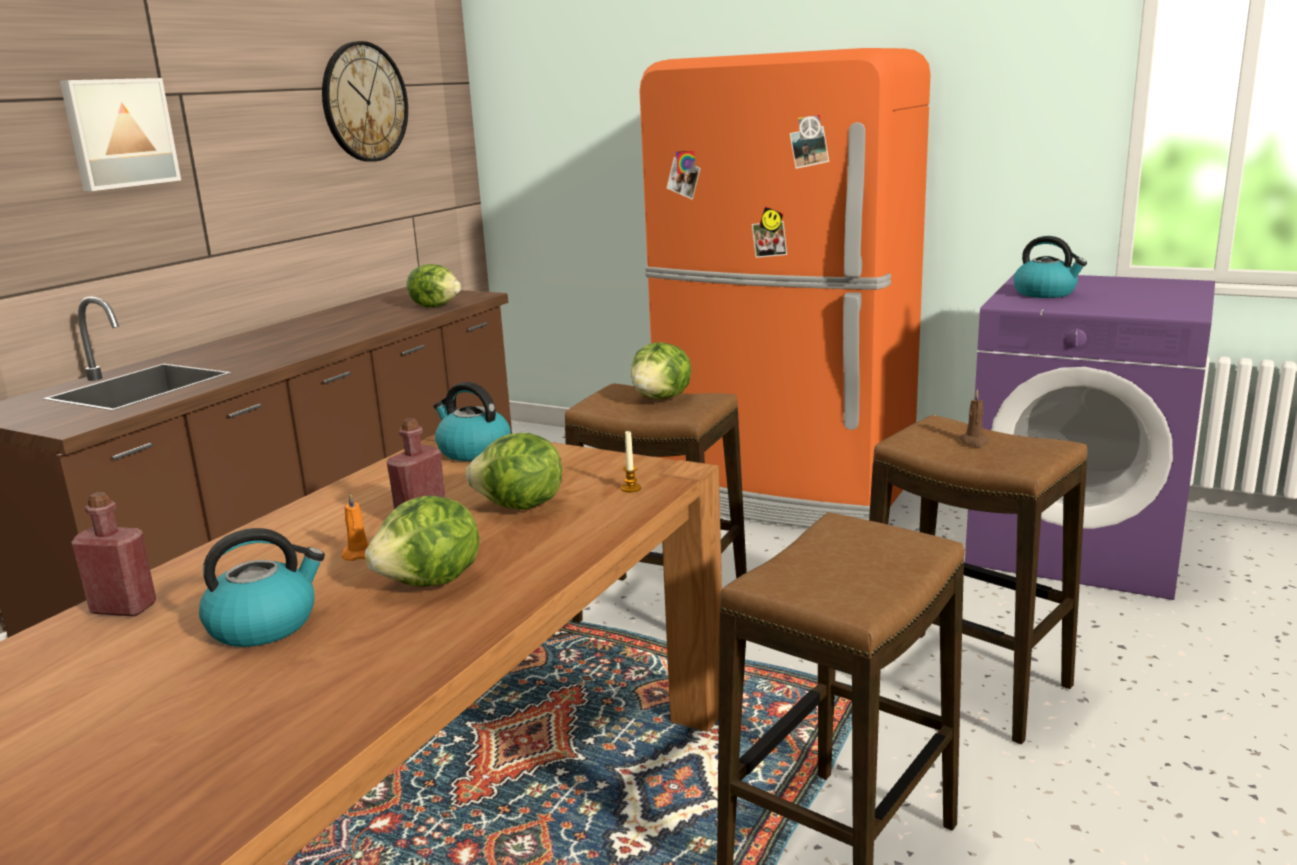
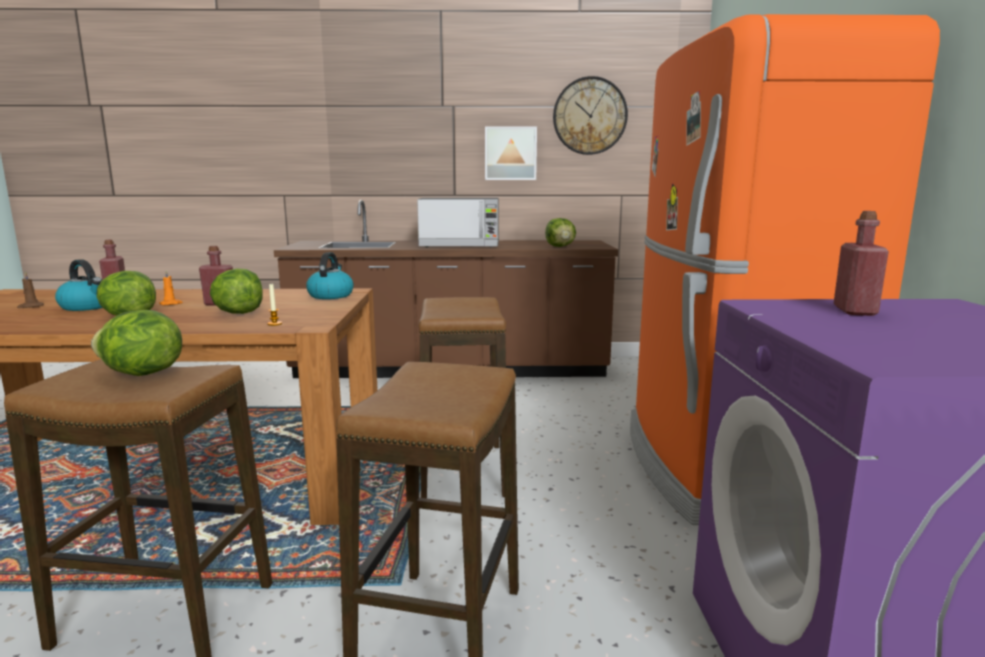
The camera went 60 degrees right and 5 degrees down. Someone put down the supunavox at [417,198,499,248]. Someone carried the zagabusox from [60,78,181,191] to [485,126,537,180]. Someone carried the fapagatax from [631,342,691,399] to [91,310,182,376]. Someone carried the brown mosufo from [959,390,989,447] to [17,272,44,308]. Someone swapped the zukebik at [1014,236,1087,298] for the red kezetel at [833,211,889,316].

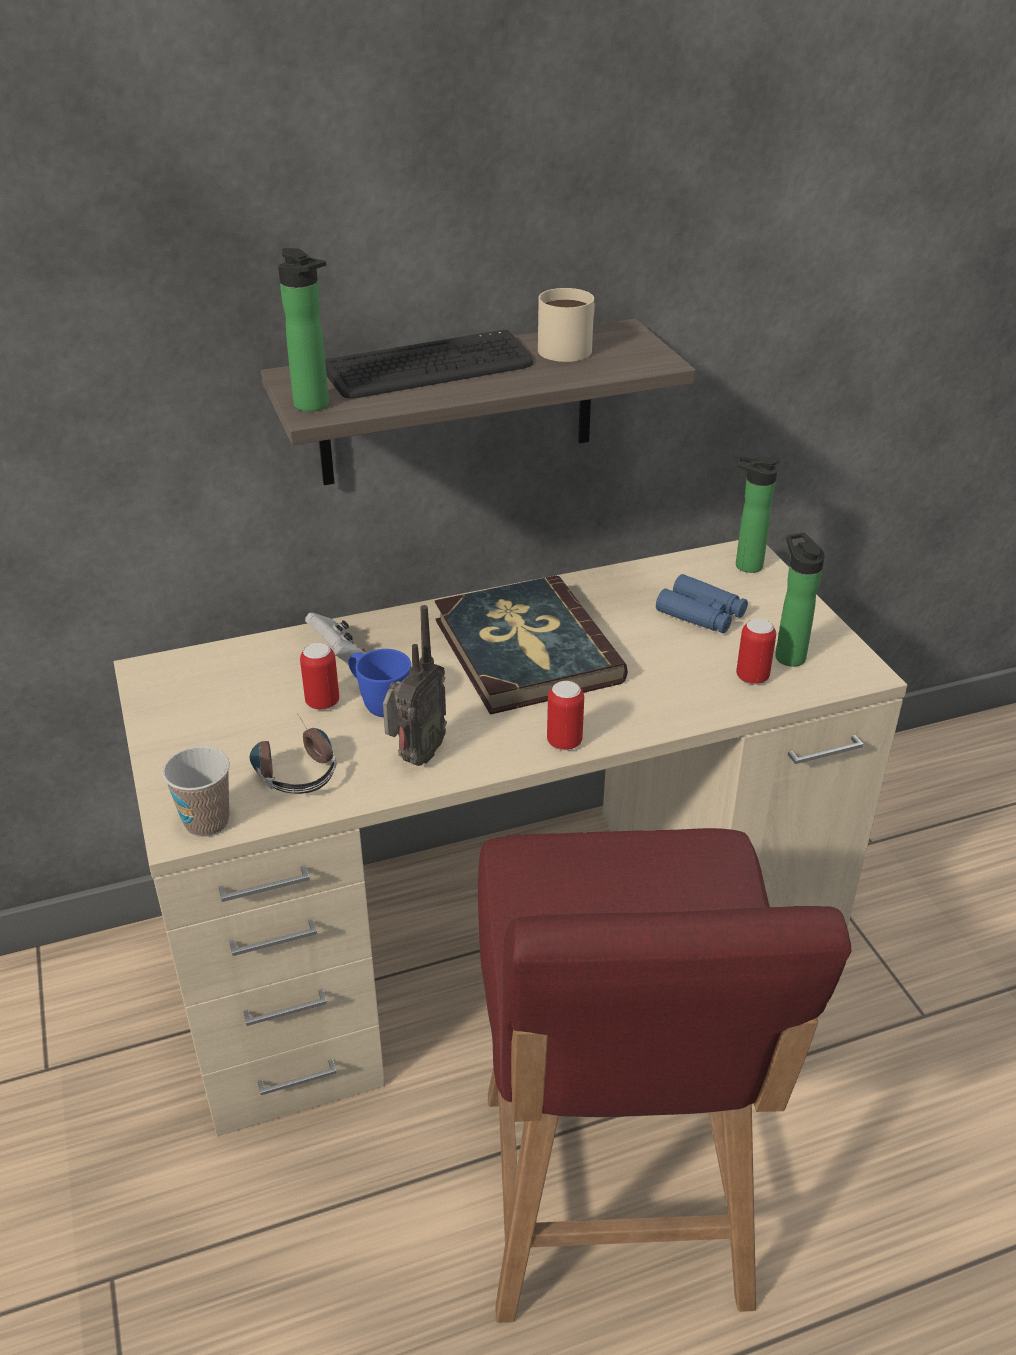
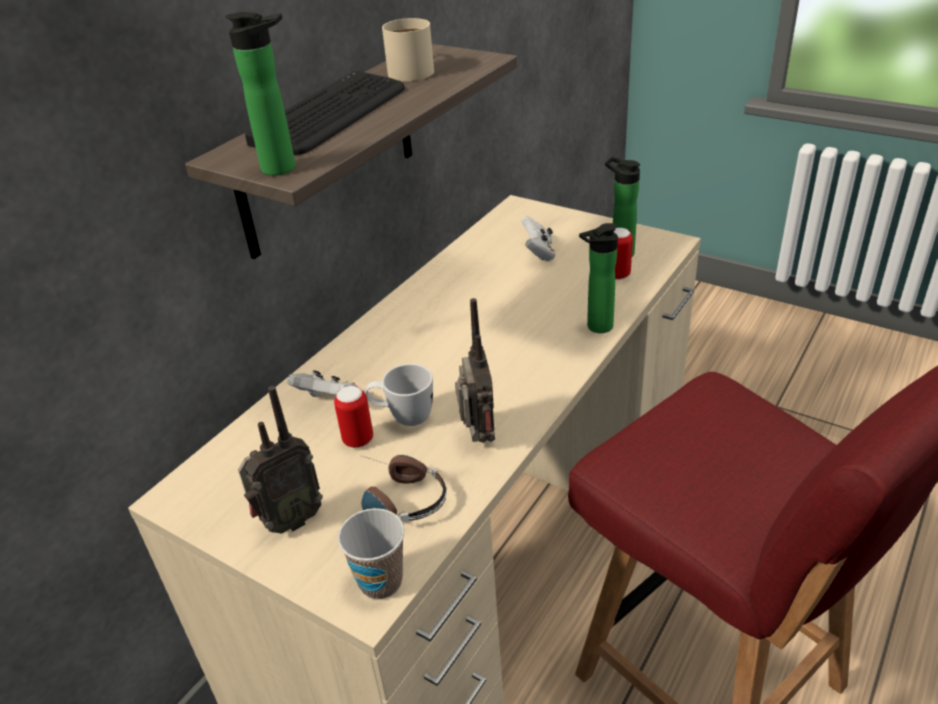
The camera went 35 degrees left and 0 degrees up. Someone took away the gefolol at [435,576,628,715]. Someone took away the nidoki at [547,681,584,751]. Someone put down the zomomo at [238,386,323,534]. Someone carried the kezetel from [736,456,780,573] to [579,223,618,333]. Someone swapped the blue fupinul at [656,574,748,633] for the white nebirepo at [521,216,555,261]. Someone repainted the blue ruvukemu at [348,649,411,717], which became the white ruvukemu at [365,364,433,426].

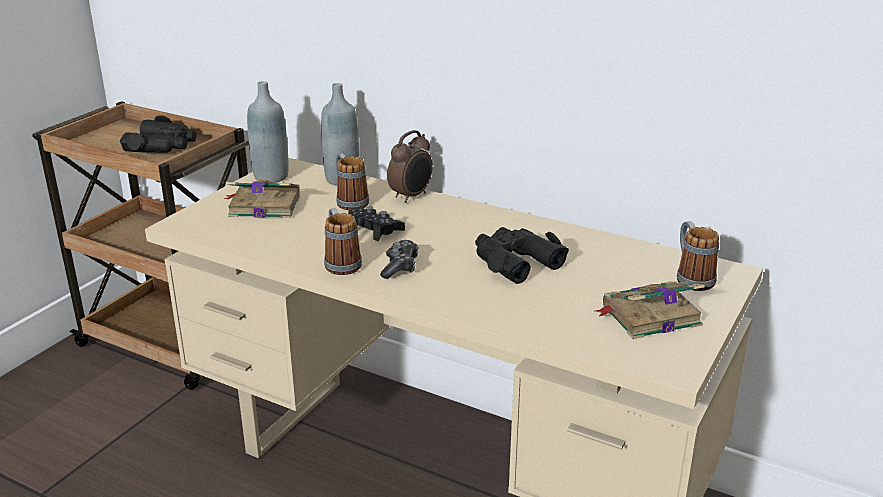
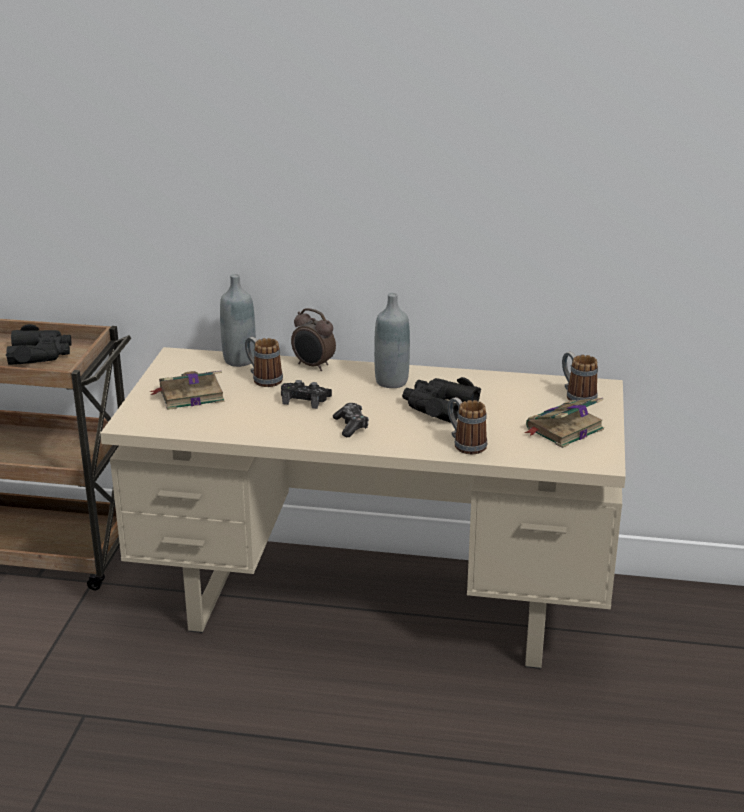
The camera went 20 degrees left and 0 degrees up. Someone carried the grey kezetel from [247,81,289,183] to [374,293,410,388]. Someone carried the ruvukemu from [324,208,362,275] to [447,397,487,454]. Someone rotated the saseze at [387,130,433,203] by 105 degrees clockwise.

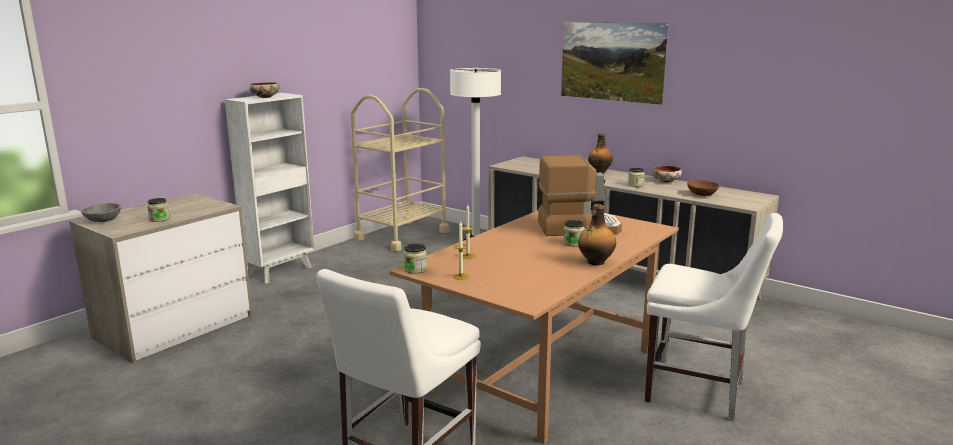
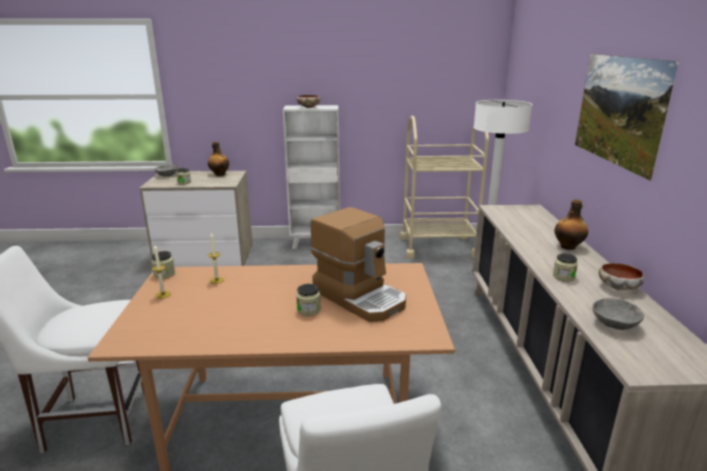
The camera went 50 degrees right and 5 degrees up. Someone carried the kezetel from [578,204,616,265] to [208,142,229,176]. Someone repainted the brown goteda at [687,180,719,196], which became the grey goteda at [592,298,644,330].

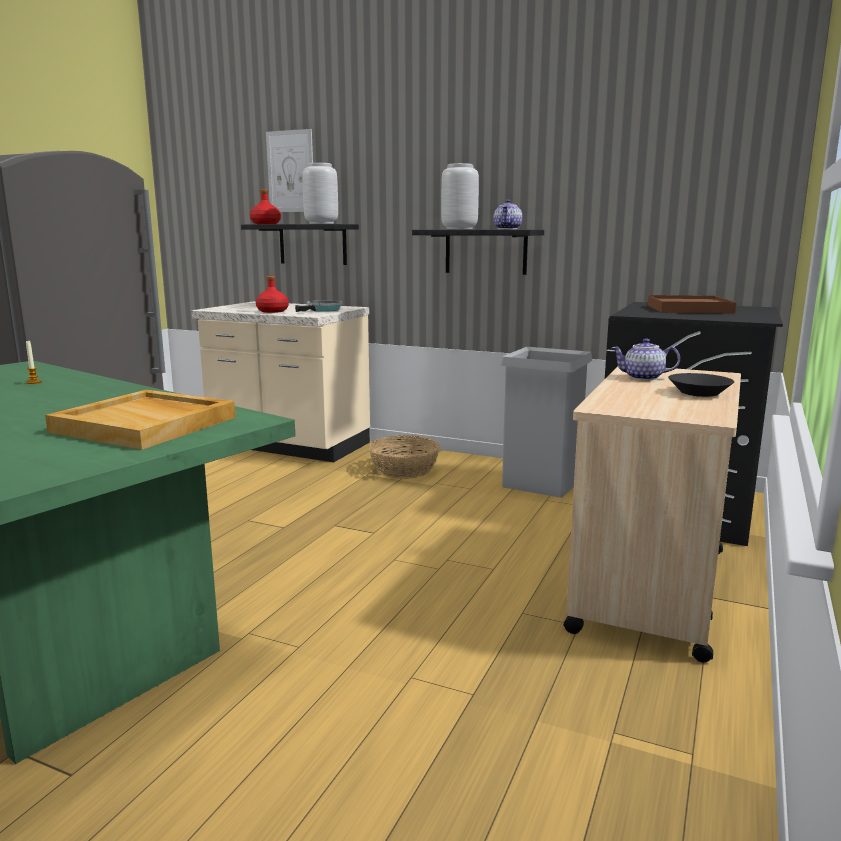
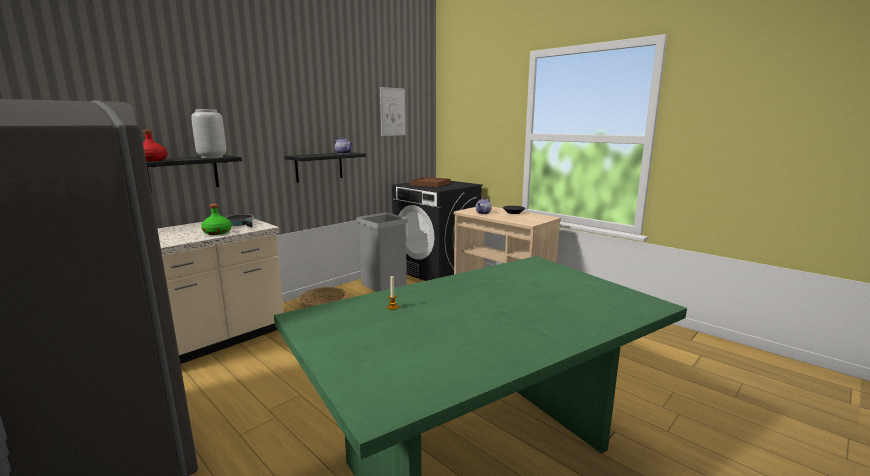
The camera went 70 degrees left and 0 degrees up. Someone took away the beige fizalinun at [45,390,236,450]. Someone took away the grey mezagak at [441,163,479,229]. Someone carried the zagabusox from [266,129,313,212] to [380,87,406,136]. Someone repainted the red kezetel at [256,276,289,313], which became the green kezetel at [201,204,232,235].

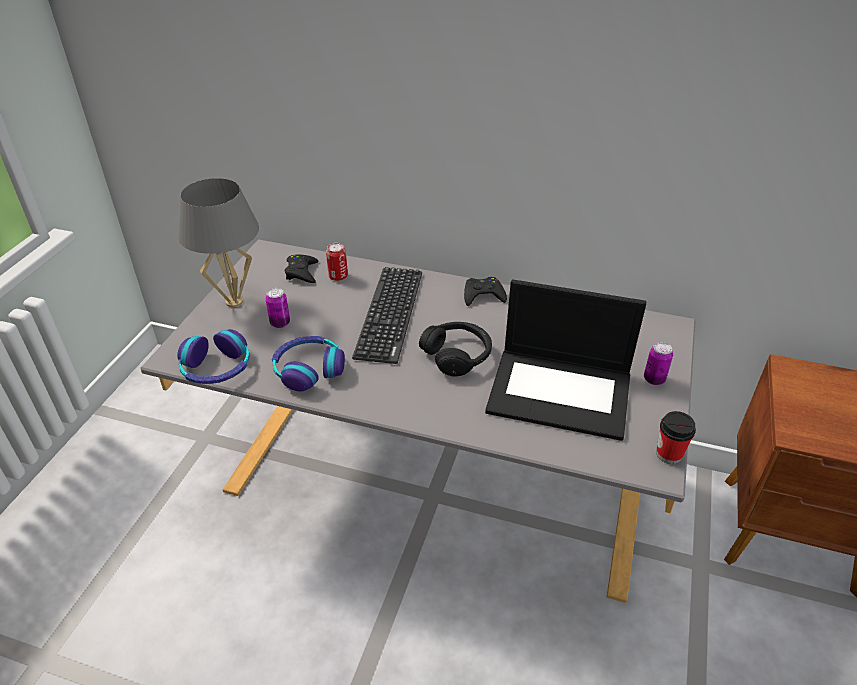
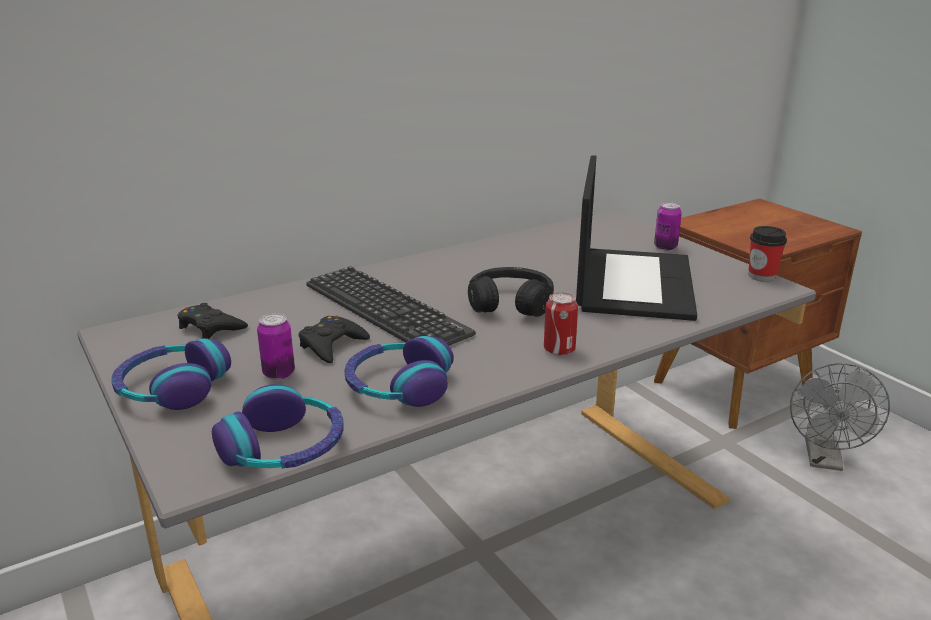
The camera went 50 degrees left and 15 degrees down. Someone put down the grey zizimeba at [790,363,890,471]. Someone carried the nidoki from [326,243,348,281] to [544,292,578,356]. Someone carried the black nebirepo from [464,277,507,306] to [298,316,370,363]. Someone swapped the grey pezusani at [178,178,259,307] for the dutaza at [111,339,231,410]. Someone rotated the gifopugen at [485,280,646,441] by 45 degrees counterclockwise.

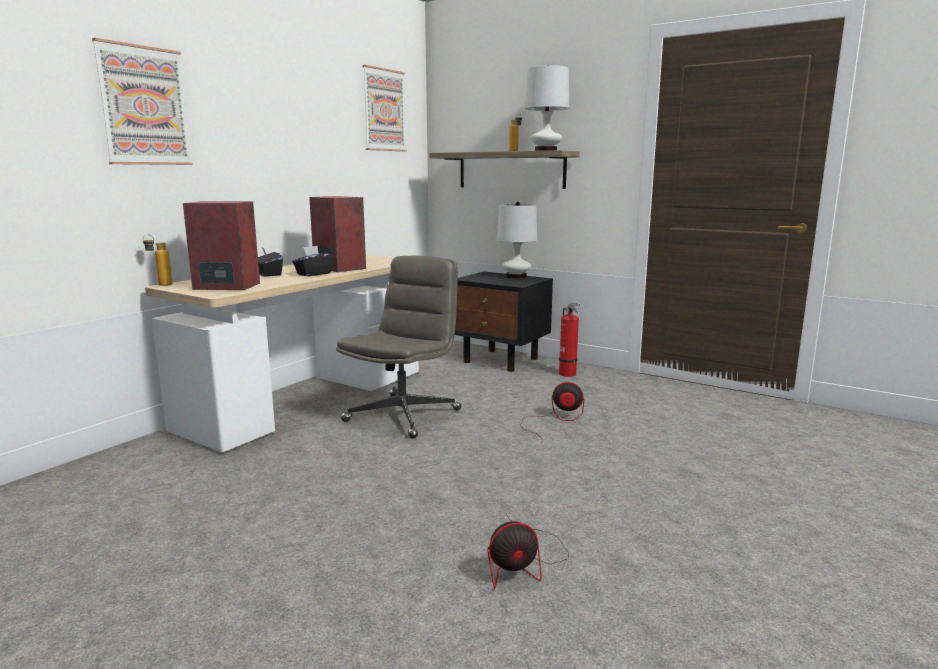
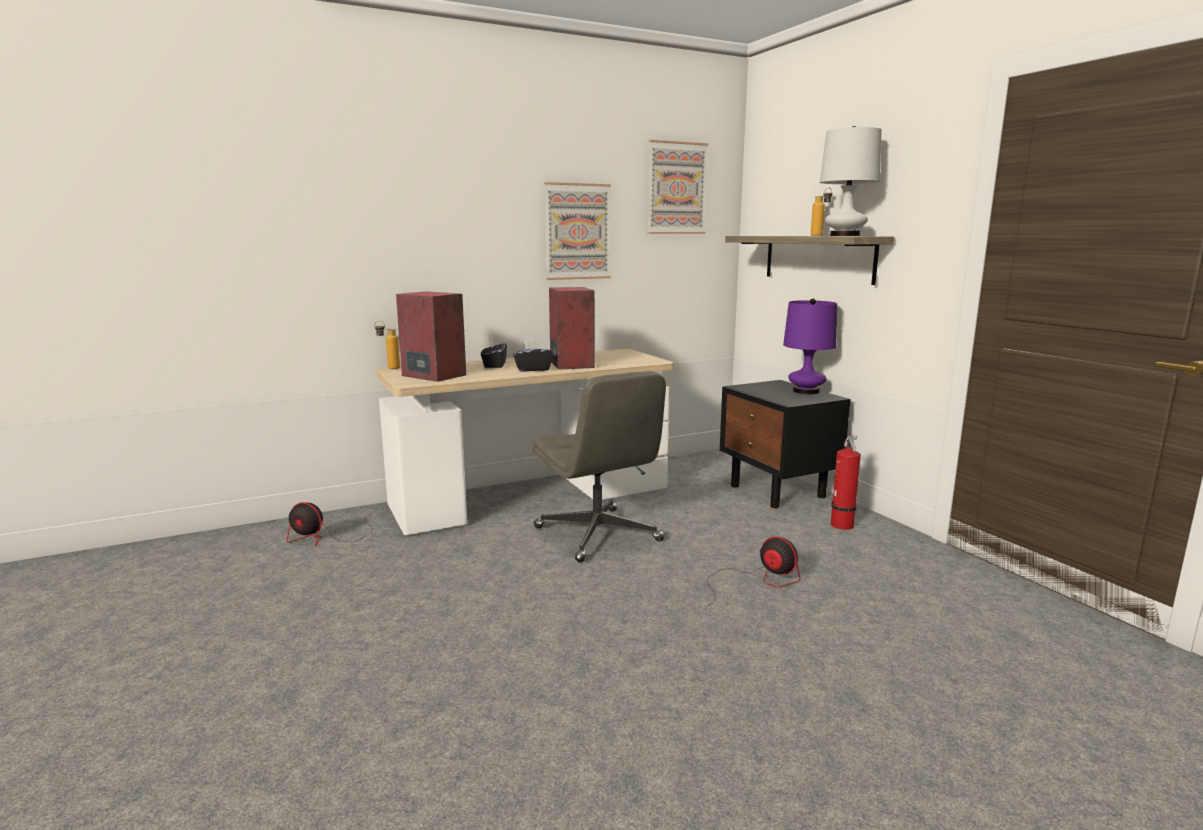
The camera went 30 degrees right and 0 degrees up. Someone carried the zagabusox from [92,38,193,165] to [544,182,611,280]. Someone carried the zizimeba from [487,514,569,588] to [287,502,373,546]. Someone repainted the white pezusani at [497,202,537,279], which became the purple pezusani at [783,299,837,394]. Someone rotated the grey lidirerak at [336,256,462,438] by 90 degrees clockwise.

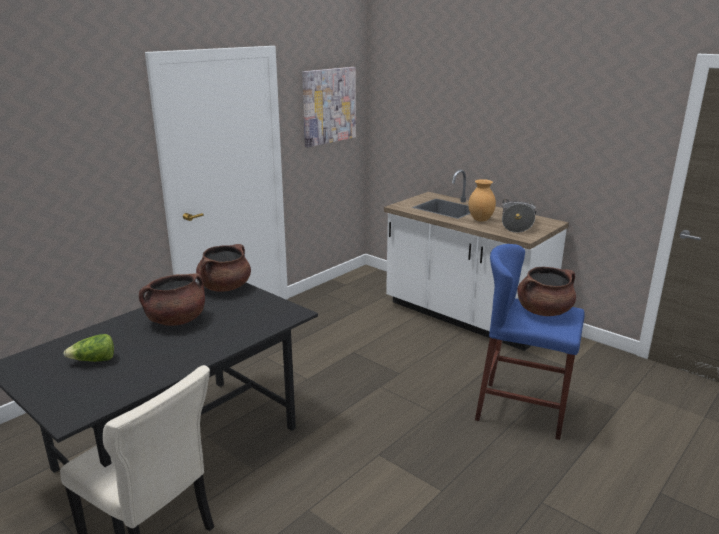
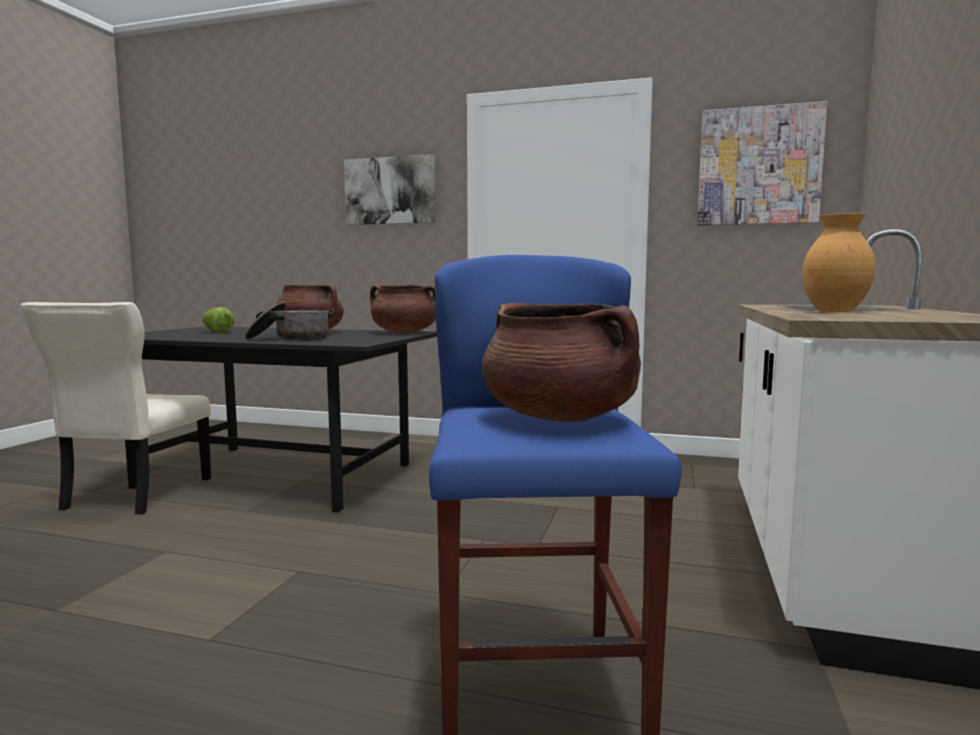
The camera went 65 degrees right and 15 degrees down. Someone put up the zagabusox at [344,154,436,225]. Someone carried the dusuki from [502,199,536,233] to [245,302,335,341].

